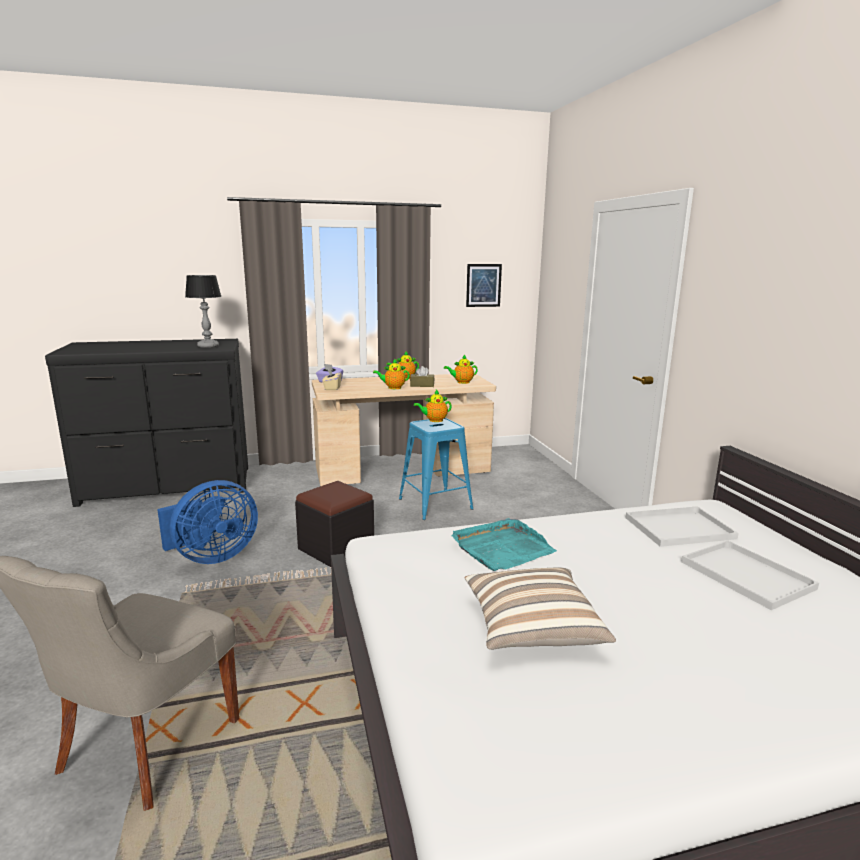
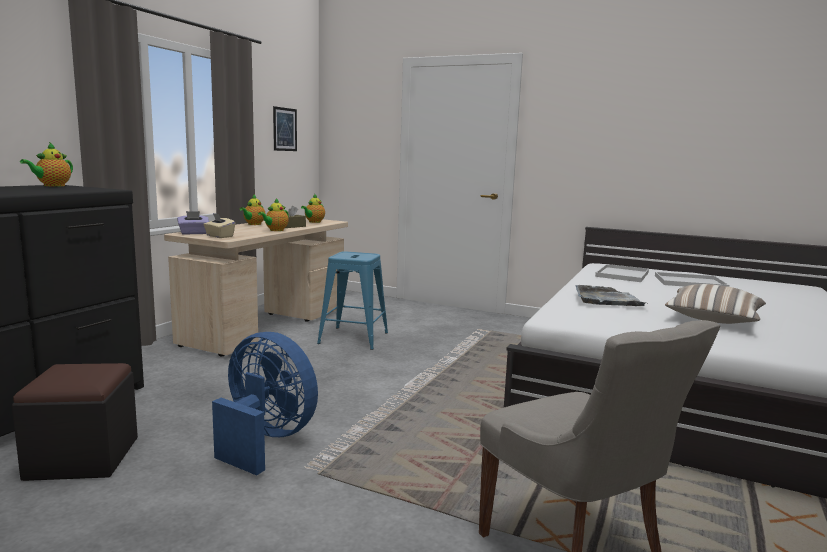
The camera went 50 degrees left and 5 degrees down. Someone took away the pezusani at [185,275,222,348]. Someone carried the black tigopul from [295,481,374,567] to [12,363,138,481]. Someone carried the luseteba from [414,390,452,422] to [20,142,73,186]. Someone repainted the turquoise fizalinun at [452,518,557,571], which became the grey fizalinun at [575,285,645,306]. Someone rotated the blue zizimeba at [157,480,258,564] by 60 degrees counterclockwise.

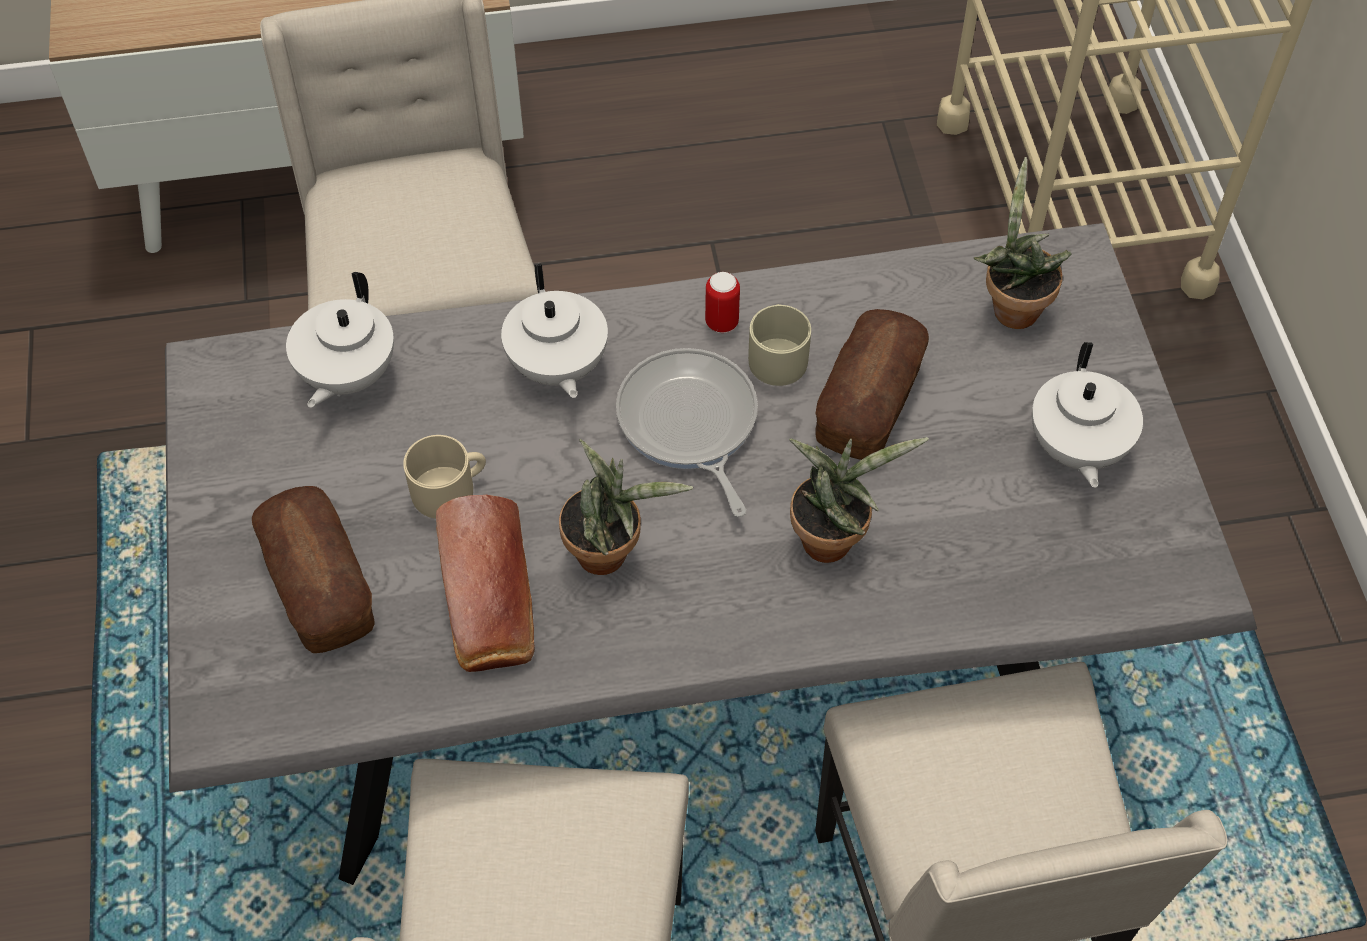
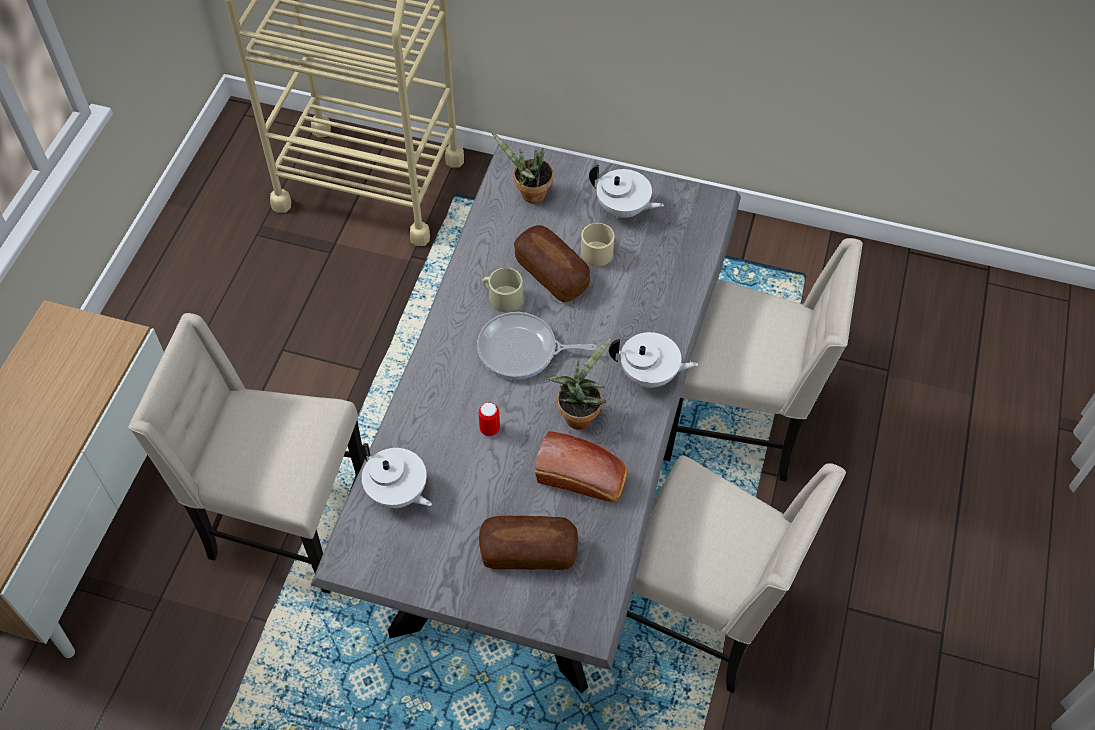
The camera went 65 degrees left and 0 degrees up. Someone took away the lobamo at [789,437,929,563]. Someone carried the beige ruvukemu from [403,435,486,519] to [581,223,614,267]. Someone carried the white luseteba from [501,263,608,398] to [609,332,699,388]. Someone carried the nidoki from [705,272,740,333] to [479,403,500,436].

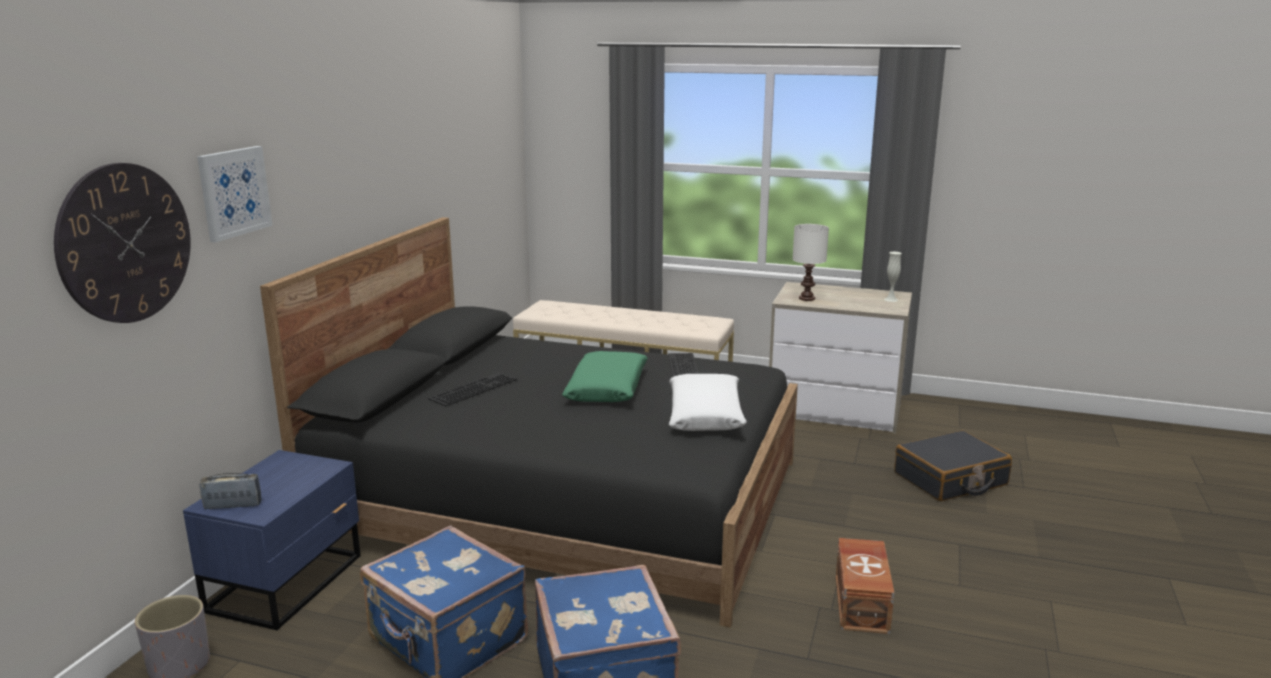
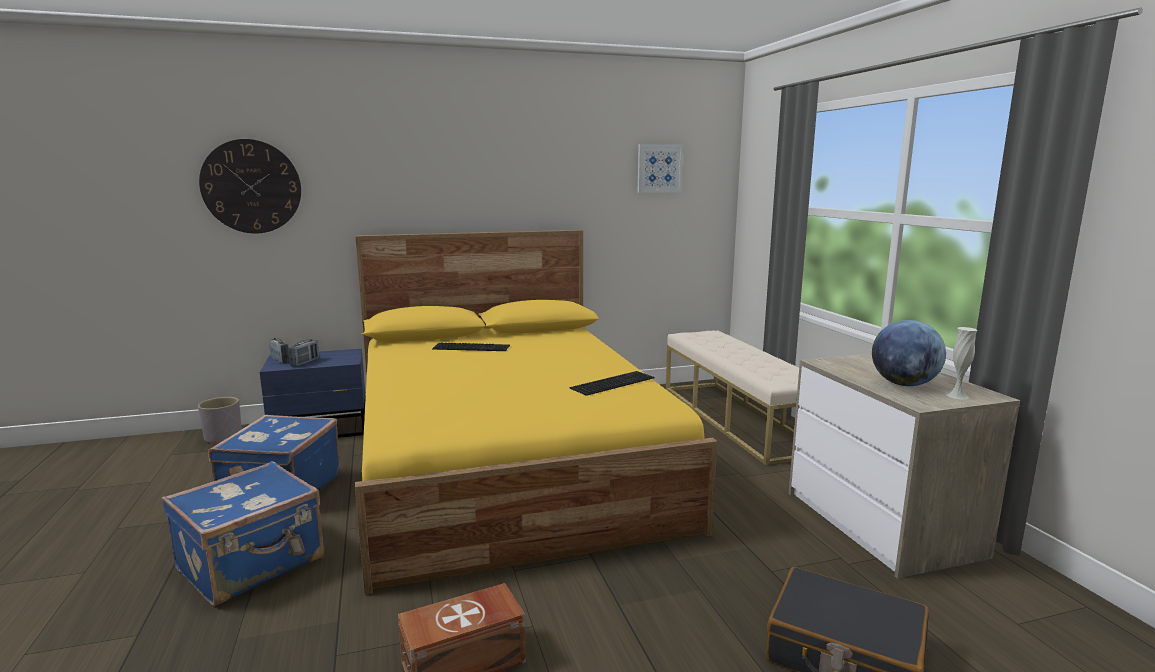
The camera went 55 degrees right and 5 degrees down. Someone took away the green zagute at [562,351,648,402]. Someone took away the white zagute at [669,374,747,431]. Someone took away the white pezusani at [793,224,829,301]. Someone put down the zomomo at [288,339,319,367]. Someone put down the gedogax at [872,320,946,386]. Someone carried the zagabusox from [197,146,273,242] to [637,144,683,193]. Someone repainted the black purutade at [260,217,798,627], which became the yellow purutade at [355,230,717,595].

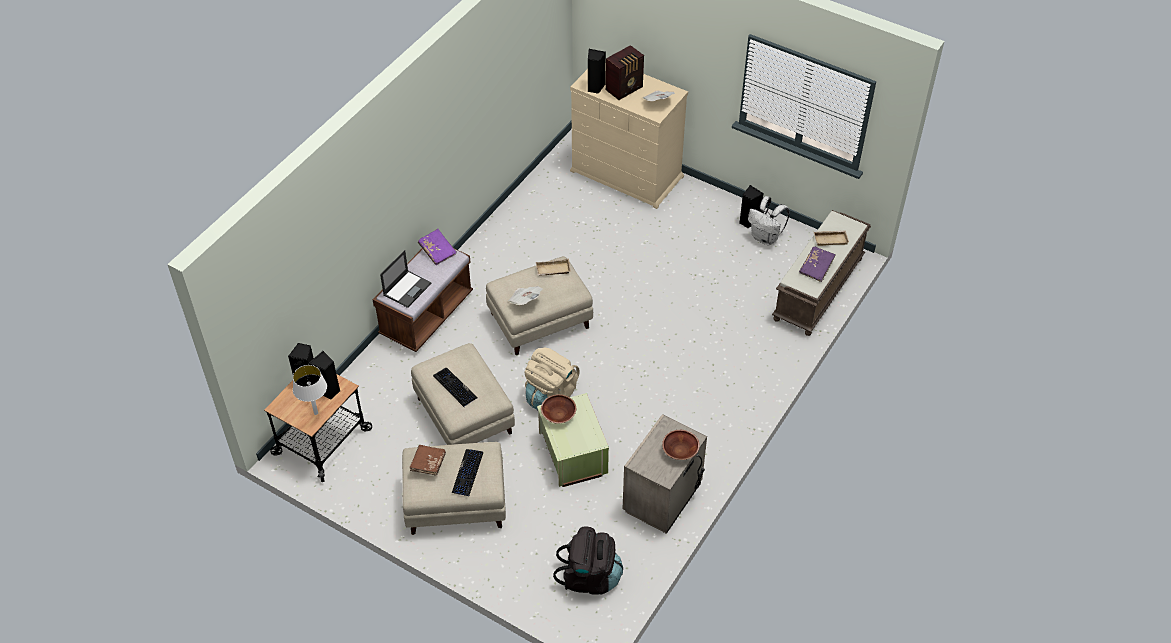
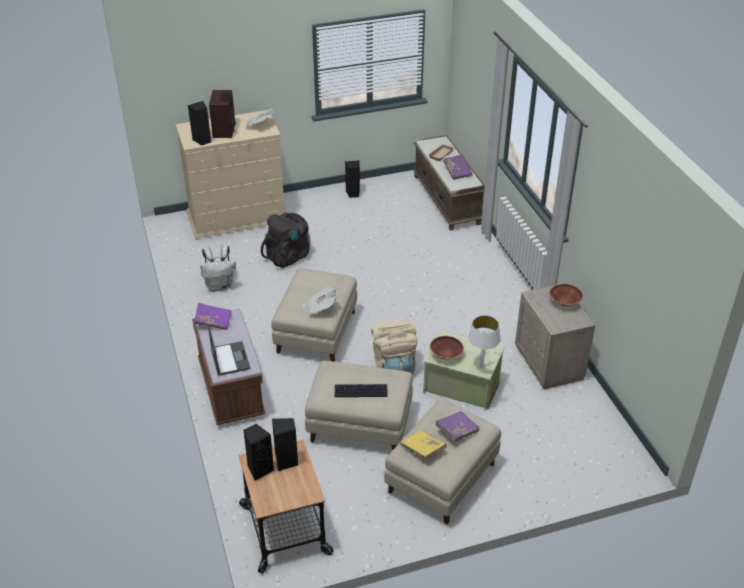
The camera went 50 degrees left and 10 degrees down. Someone took away the beige fizalinun at [536,258,571,275]. Someone carried the white pezusani from [293,365,327,415] to [468,315,501,369]. Someone carried the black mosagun from [553,526,623,595] to [261,213,310,268]. Someone carried the white mosagun from [748,196,789,246] to [200,245,236,292]. Someone swapped the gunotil at [452,449,484,497] for the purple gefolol at [435,411,479,442]. Someone repainted the brown gefolol at [409,445,446,476], which became the yellow gefolol at [400,430,447,460].

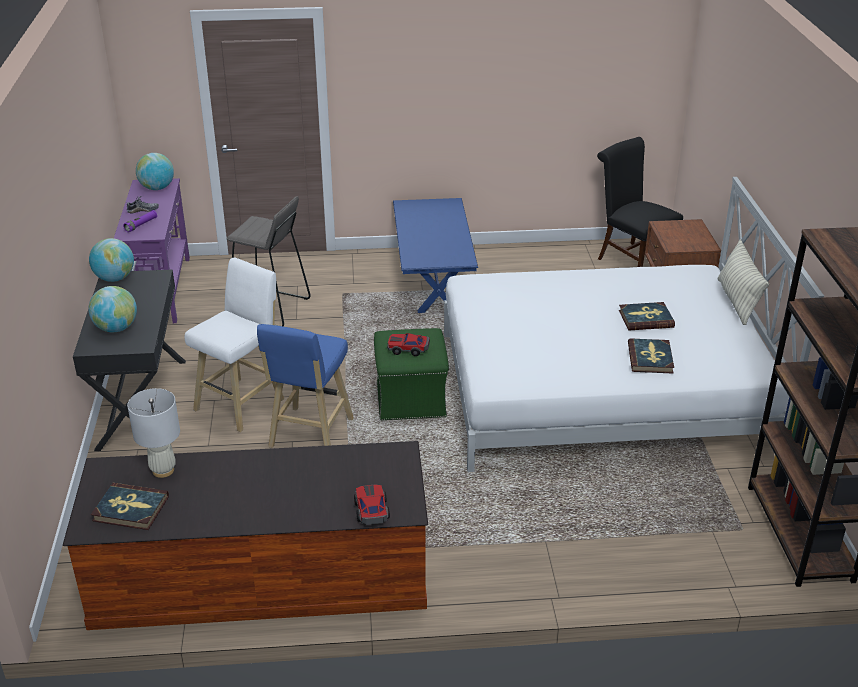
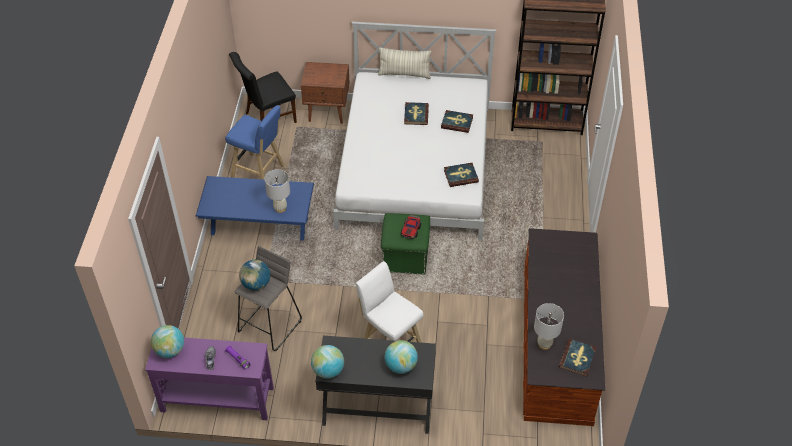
The camera went 80 degrees left and 15 degrees up. Someone took away the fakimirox at [354,484,390,525]. Someone put down the gedogax at [239,260,270,290]. Someone put down the white pezusani at [264,169,290,213]. Someone put down the gefolol at [444,163,479,187]. Someone carried the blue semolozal from [257,324,354,448] to [225,105,284,180].

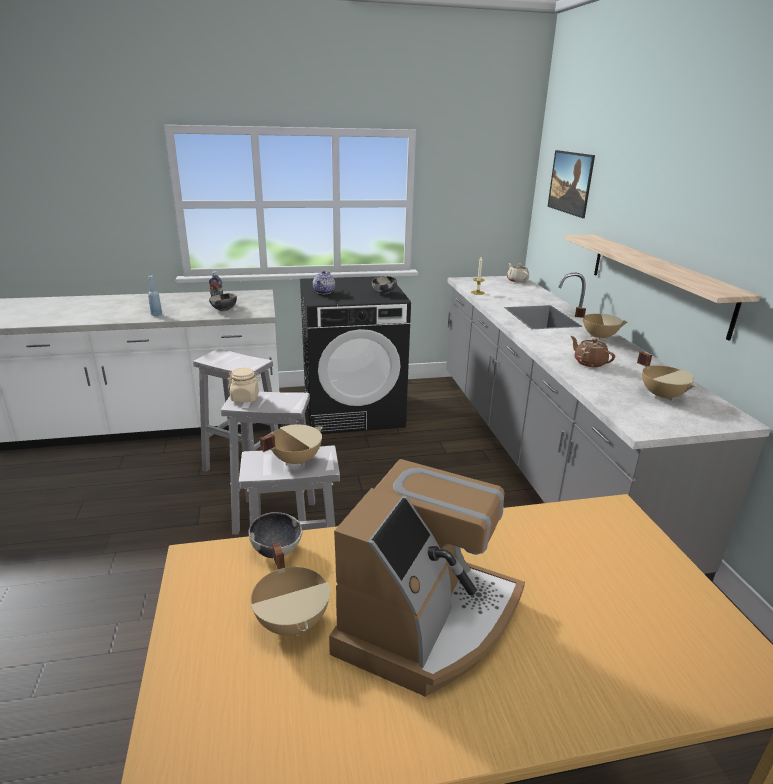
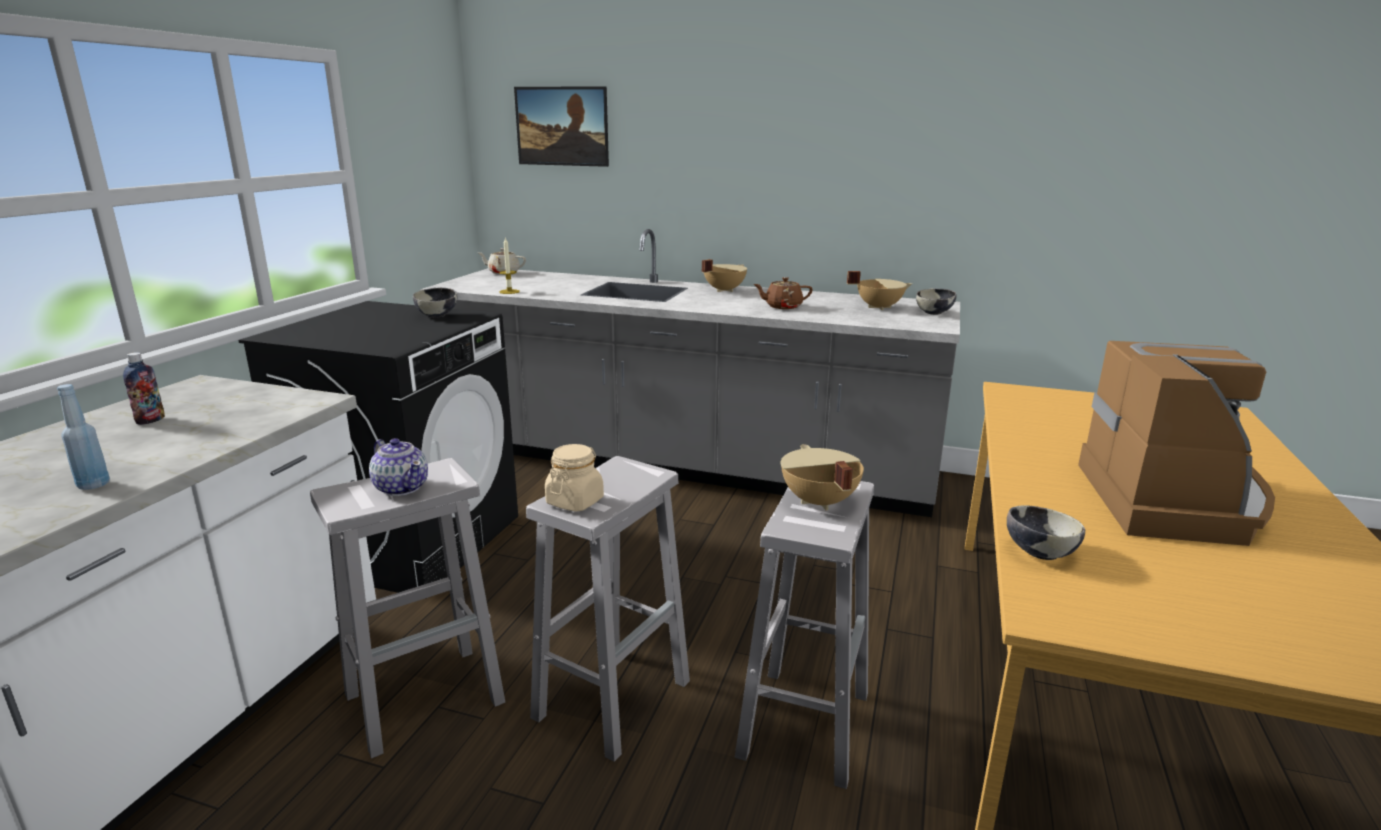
The camera went 60 degrees left and 5 degrees down. Someone took away the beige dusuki at [250,542,330,636]. Someone took away the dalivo at [564,235,761,341]. Someone carried the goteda from [209,293,237,311] to [916,288,957,315]. Someone carried the luseteba from [313,271,335,294] to [369,438,428,496]. Someone rotated the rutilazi at [329,459,525,697] by 45 degrees clockwise.

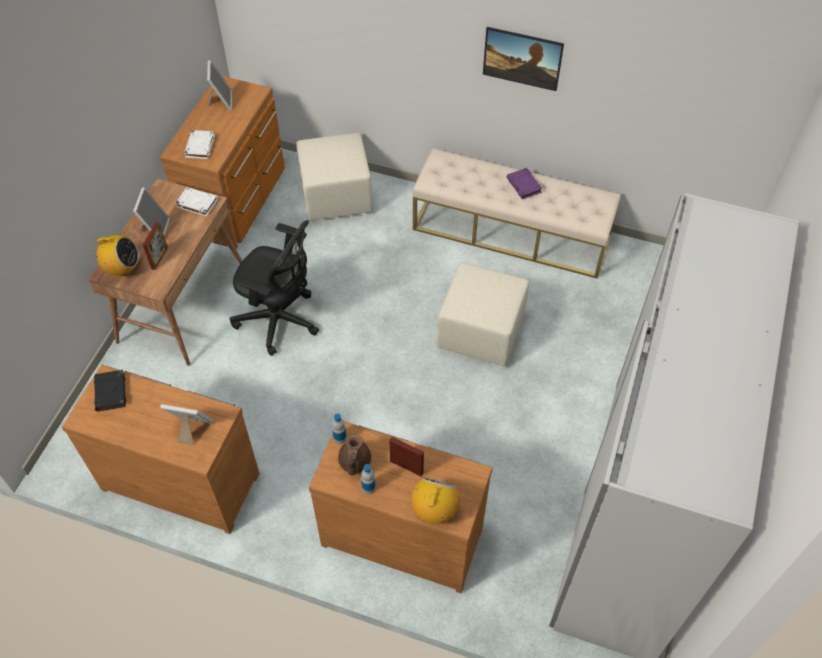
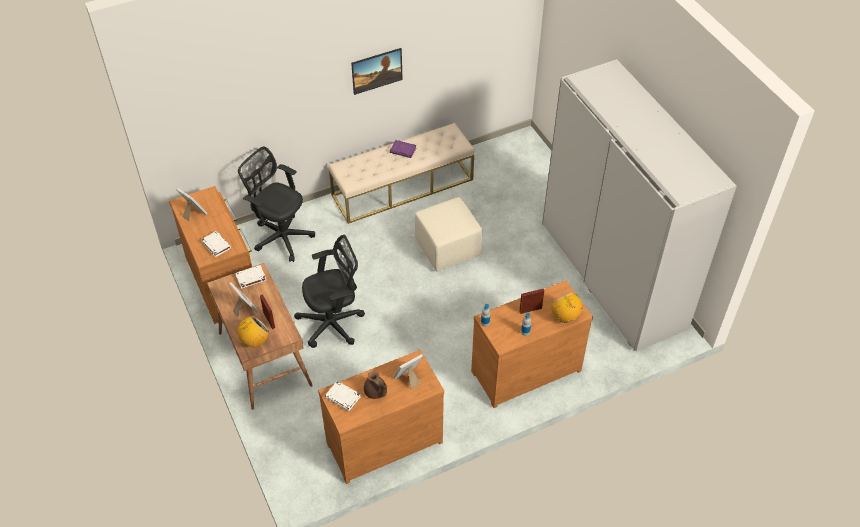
The camera went 45 degrees left and 5 degrees down. Someone carried the brown luseteba from [338,434,371,475] to [364,371,387,399]. Someone swapped the beige tigopul at [297,133,373,221] for the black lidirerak at [238,146,315,262]. Someone repainted the black gefolol at [94,370,126,412], which became the white gefolol at [325,381,361,411].

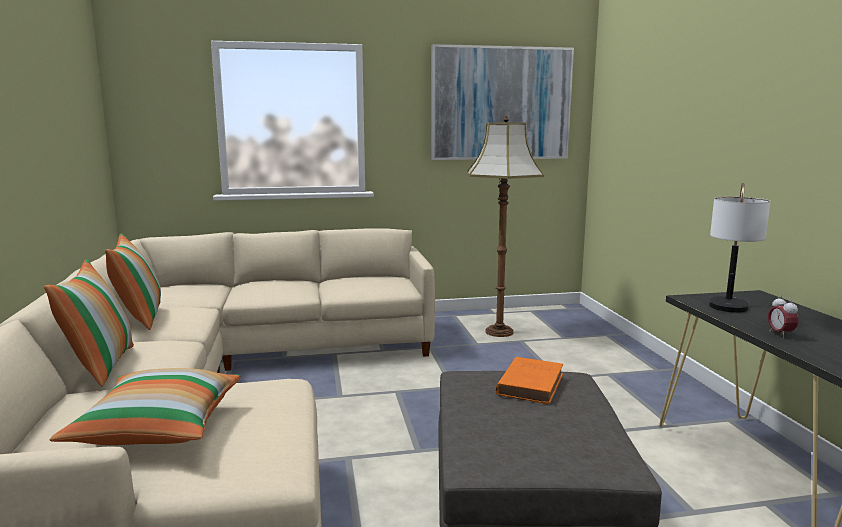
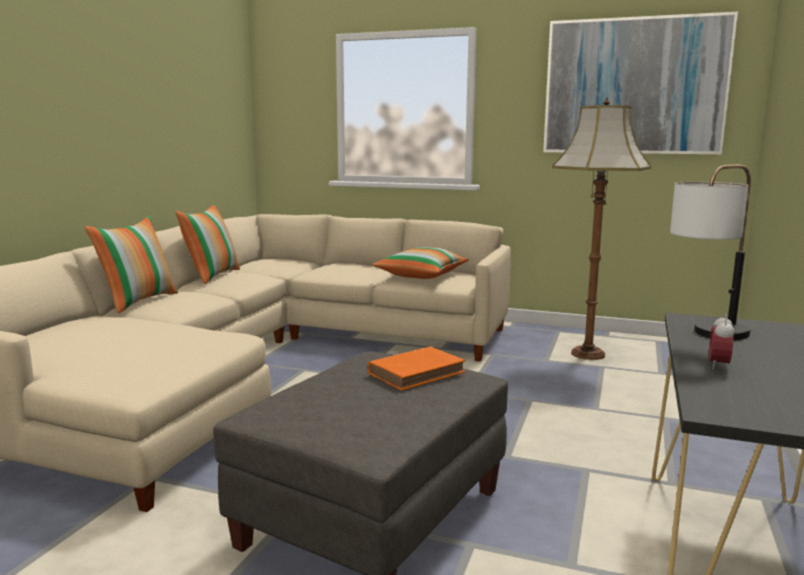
The camera went 30 degrees right and 0 degrees up. Someone carried the zagute from [50,368,241,445] to [372,247,469,279].

